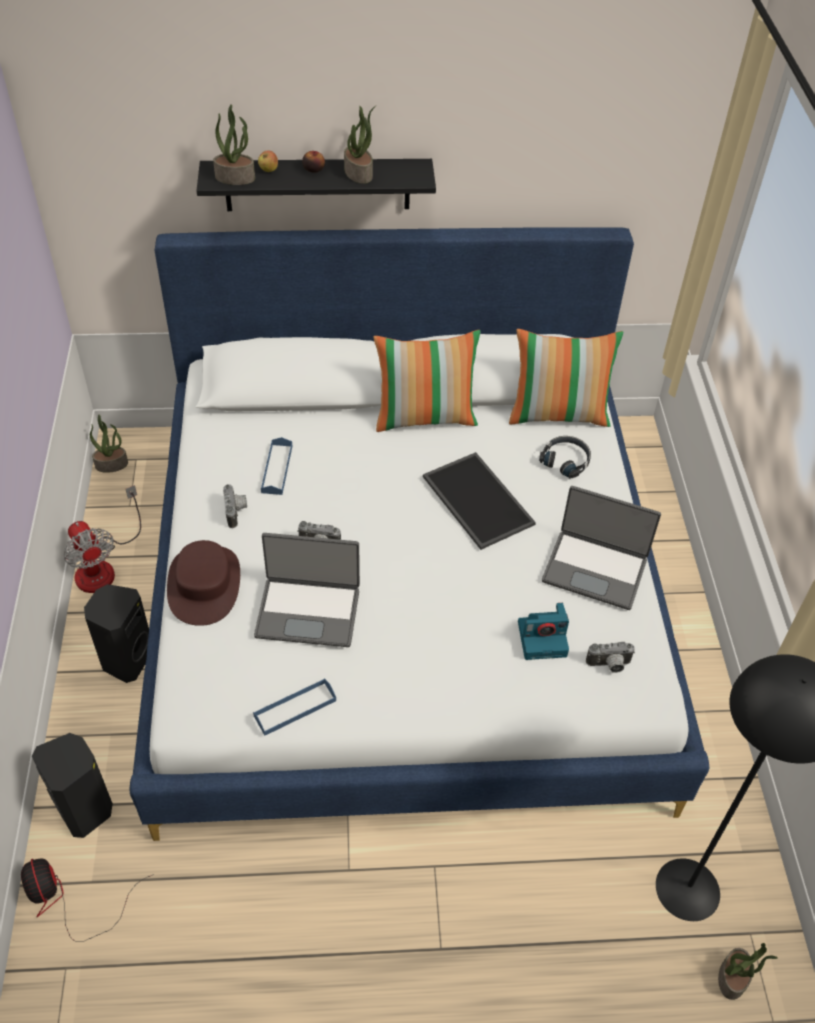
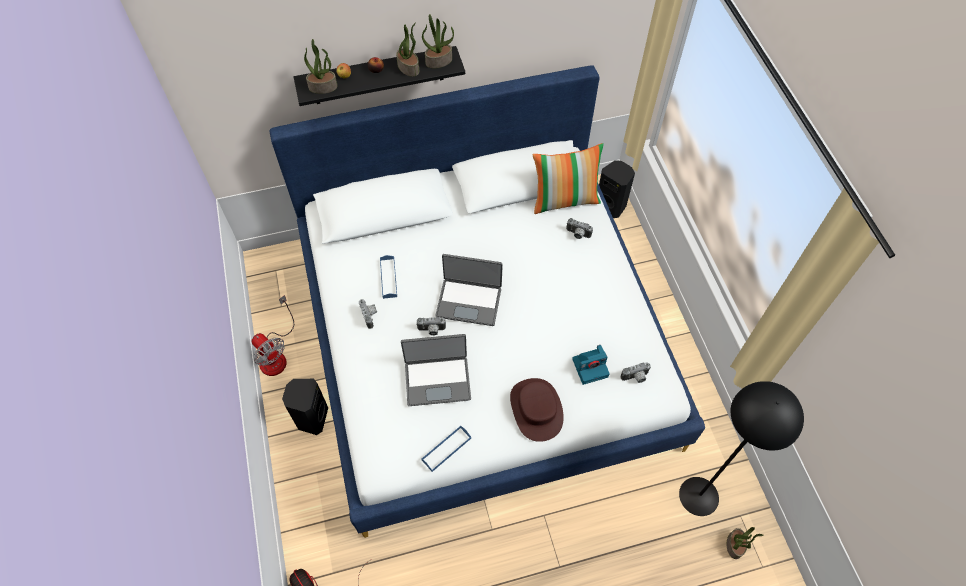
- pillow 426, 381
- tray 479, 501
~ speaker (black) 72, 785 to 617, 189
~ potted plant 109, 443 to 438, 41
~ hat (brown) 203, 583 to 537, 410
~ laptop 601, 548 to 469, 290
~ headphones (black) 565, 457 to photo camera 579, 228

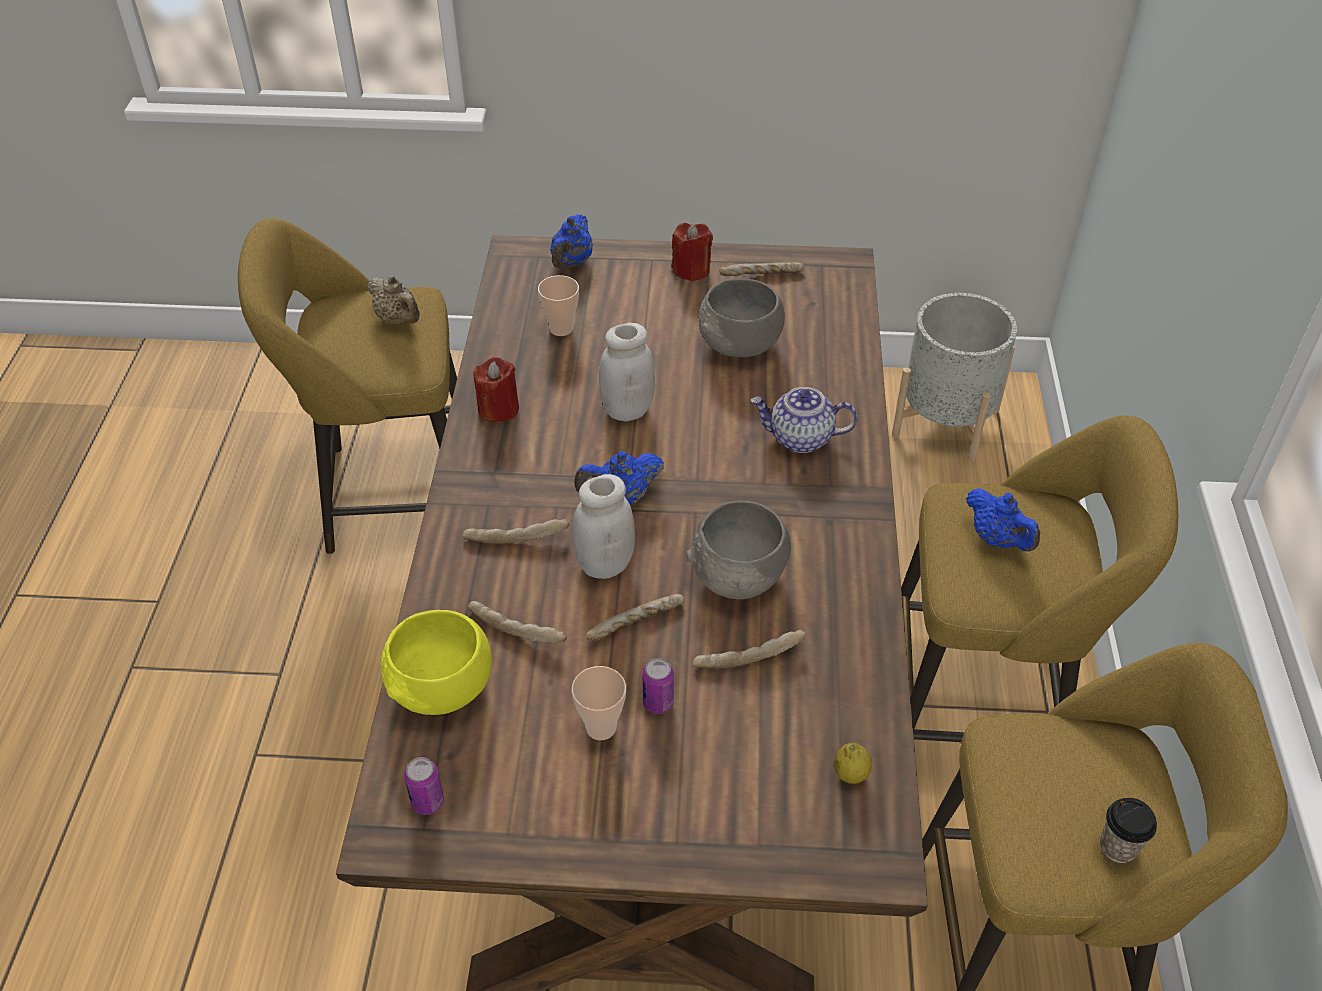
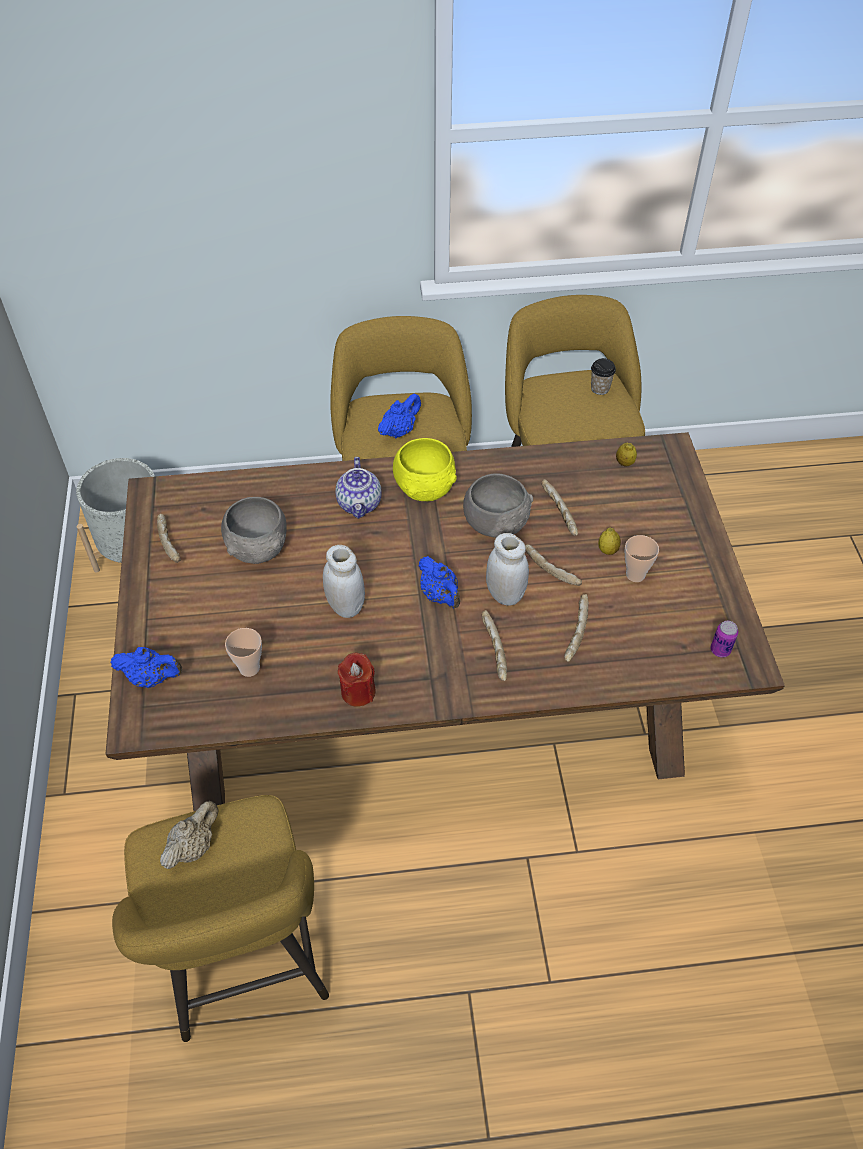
- candle (red) 692, 252
~ bowl (yellow) 436, 662 to 425, 469
~ can 658, 686 to lemon 609, 541

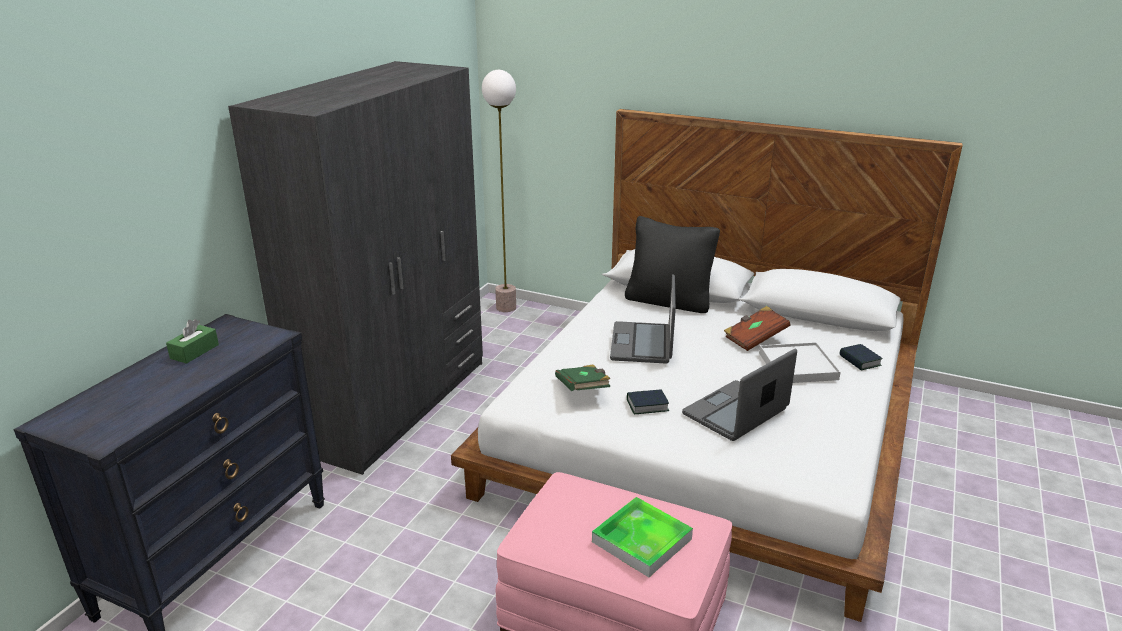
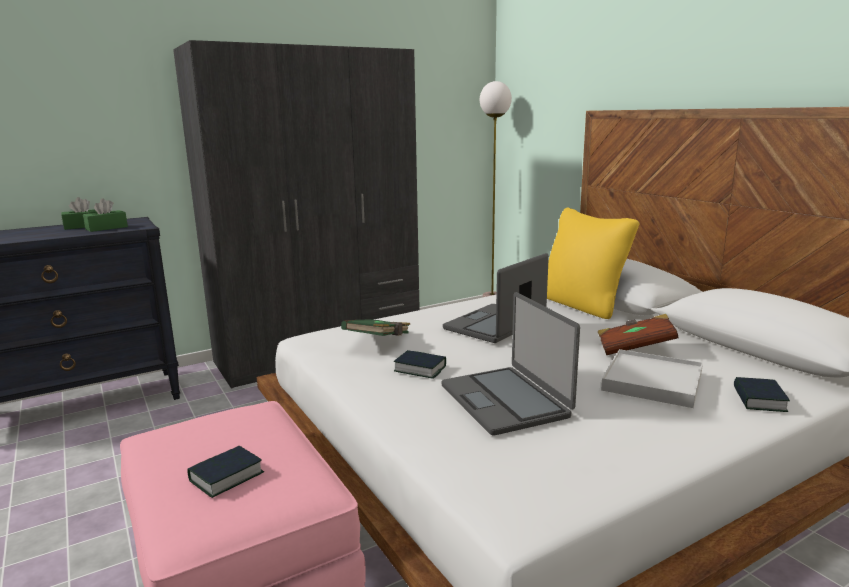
+ tissue box (green) 105, 215
~ tray 642, 537 to book 226, 472
~ pillow (black) 672, 264 to pillow (yellow) 593, 263
~ laptop 739, 394 = 511, 364 105 degrees counterclockwise

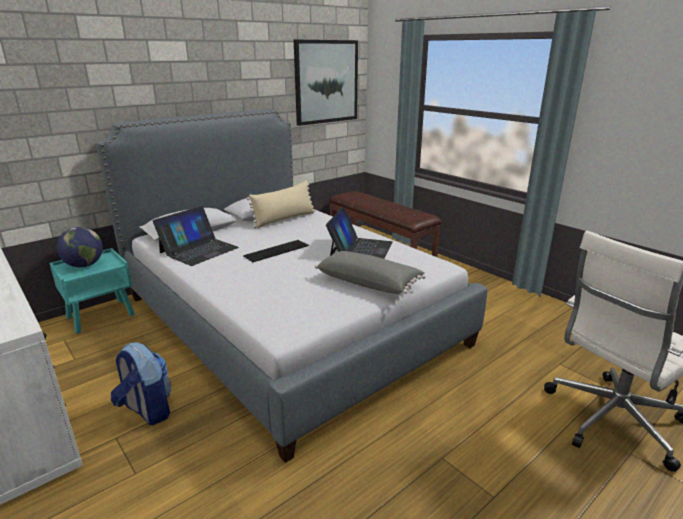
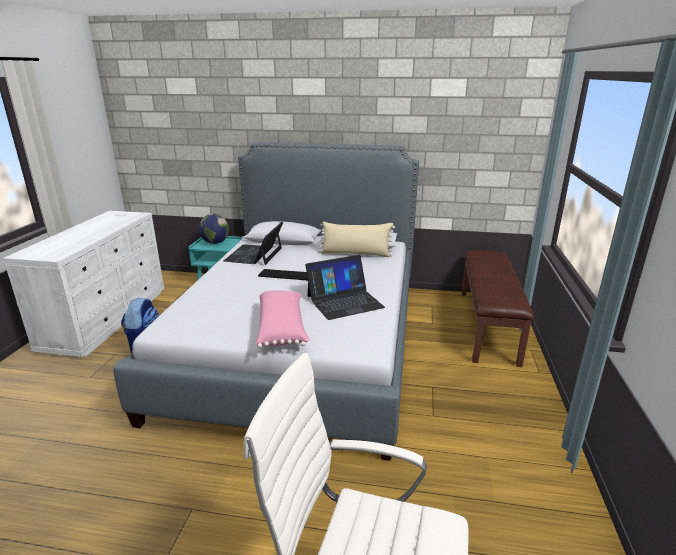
- picture 326, 83
~ pillow (grey) 370, 272 to pillow (pink) 283, 319
~ laptop 196, 236 = 253, 243 105 degrees clockwise

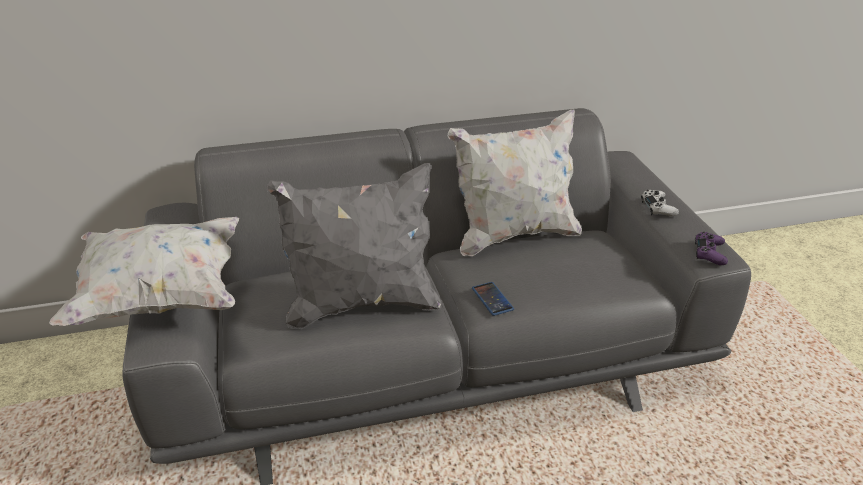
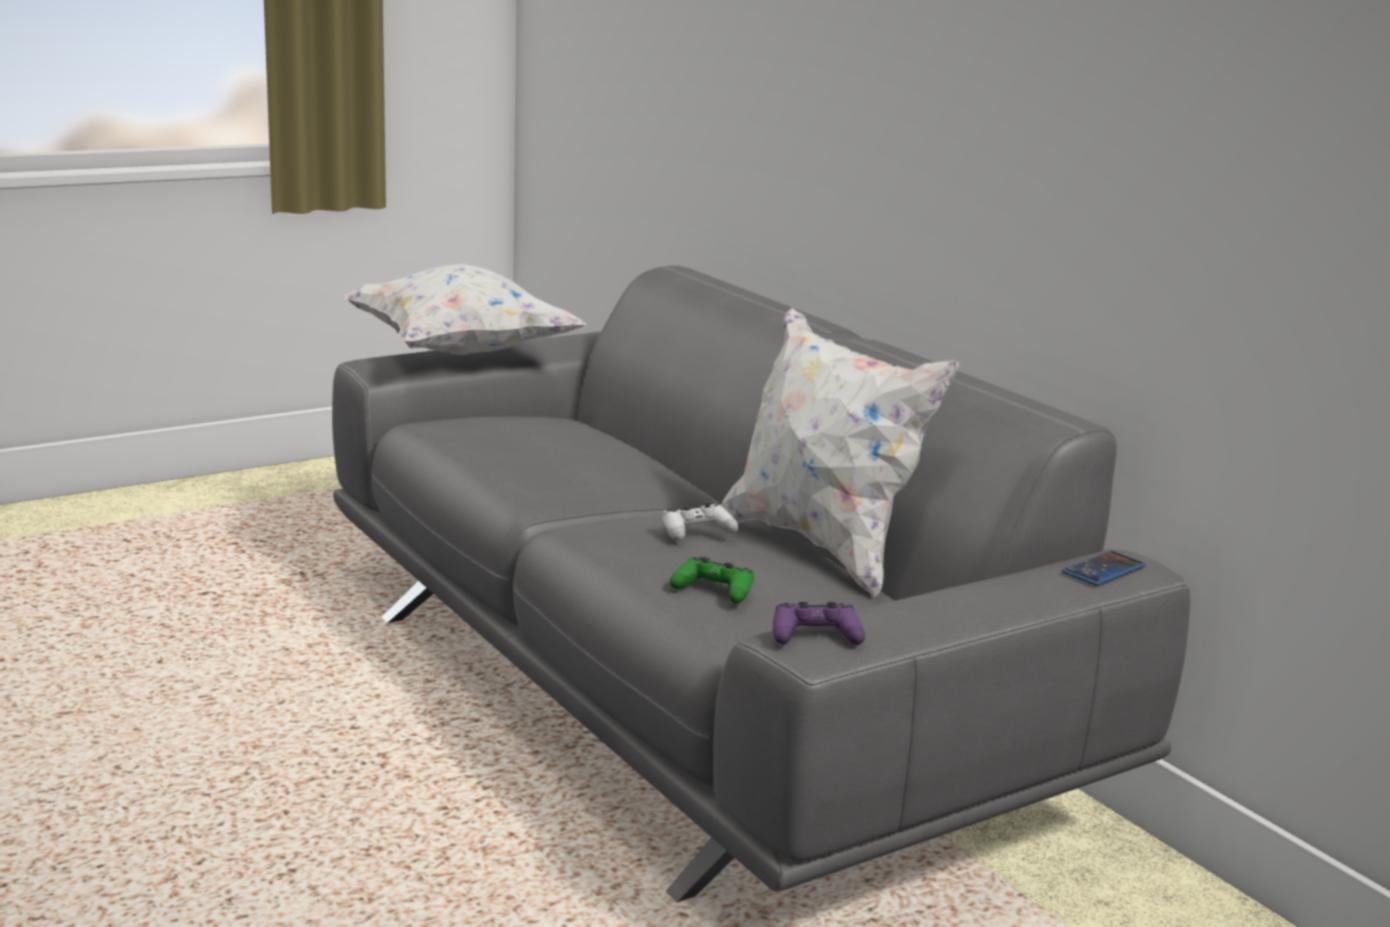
- pillow (grey) 354, 246
+ game controller (green) 712, 580
~ phone 493, 299 to 1104, 568
~ game controller (white) 660, 203 to 700, 521

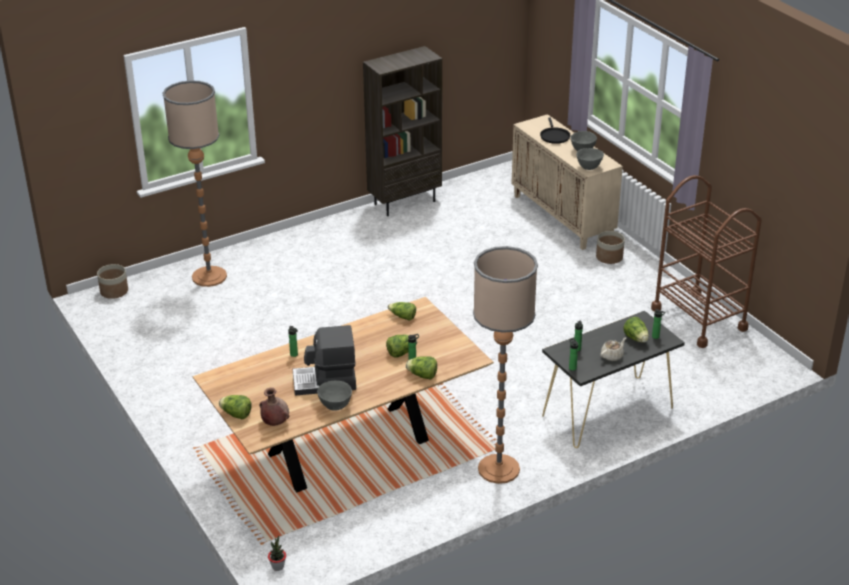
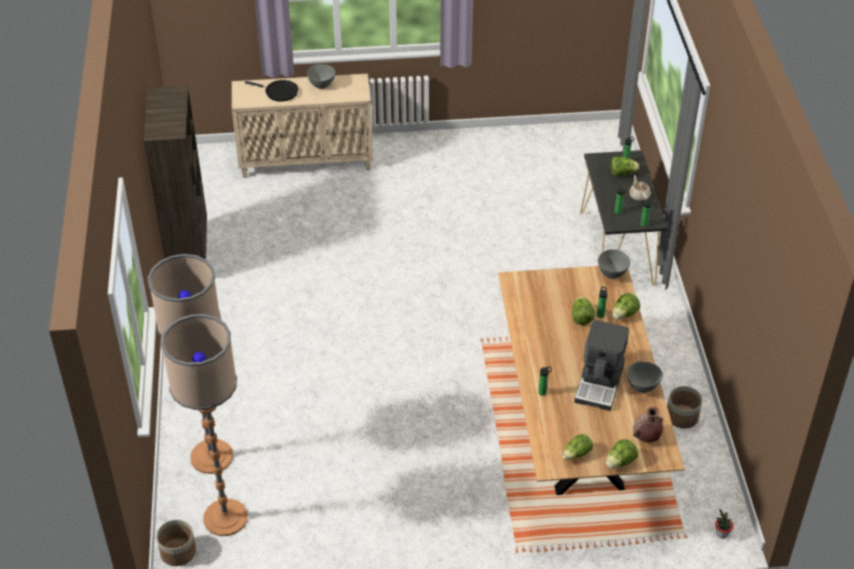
- cart (brown) 706, 261
~ lettuce 401, 311 to 577, 447
~ floor lamp 505, 365 to 204, 425
~ bowl (grey) 590, 159 to 614, 264
~ planter 610, 247 to 684, 407

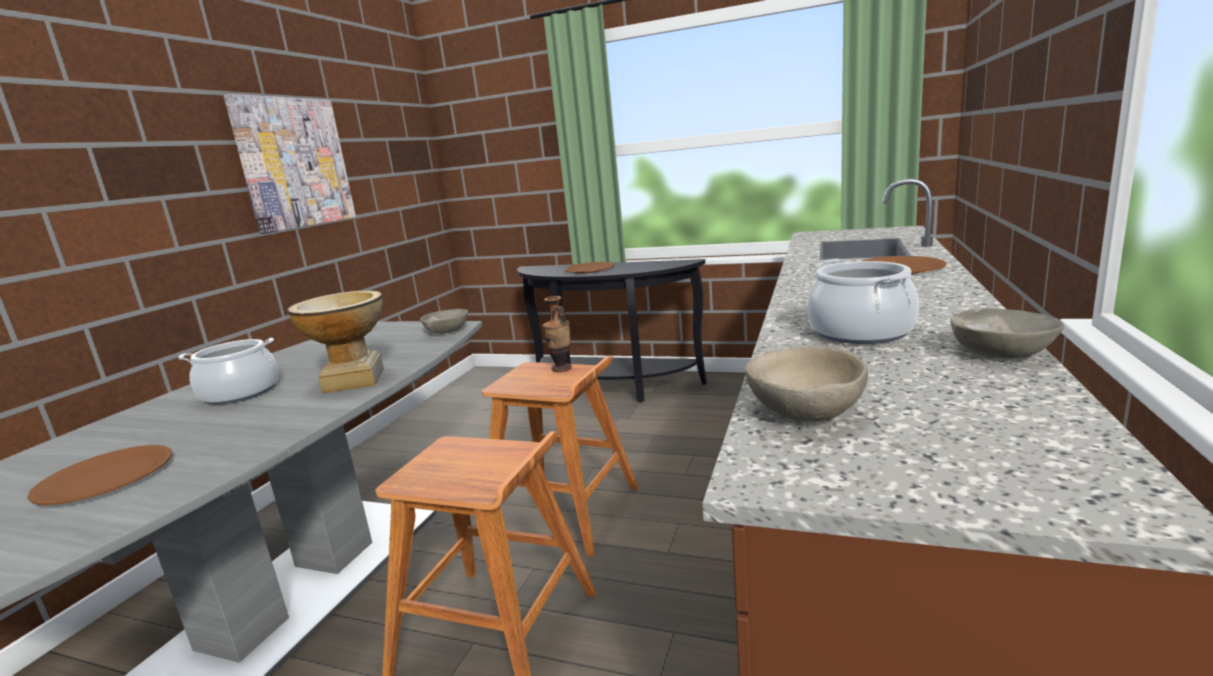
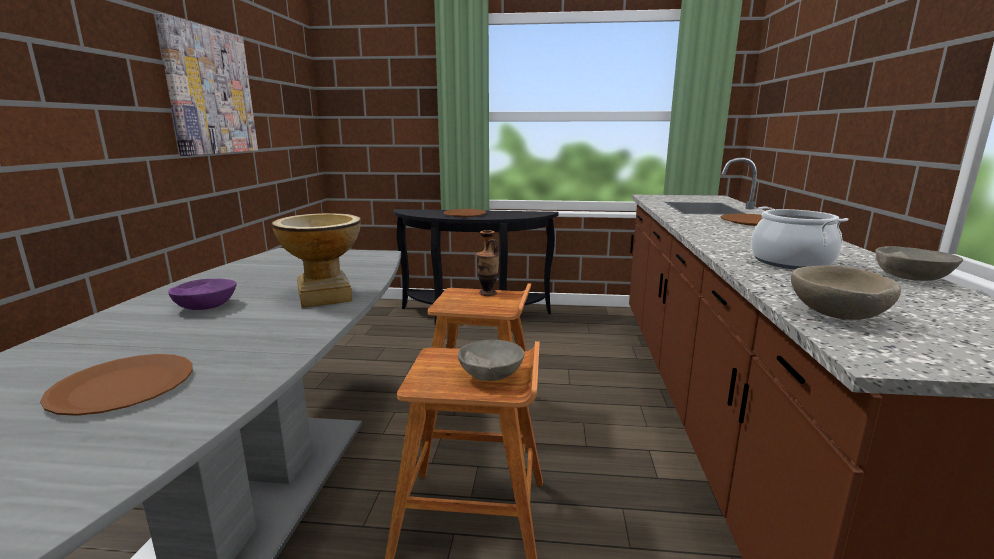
~ bowl (grey) 444, 321 to 491, 360
~ cooking pot 228, 371 to bowl (purple) 202, 294

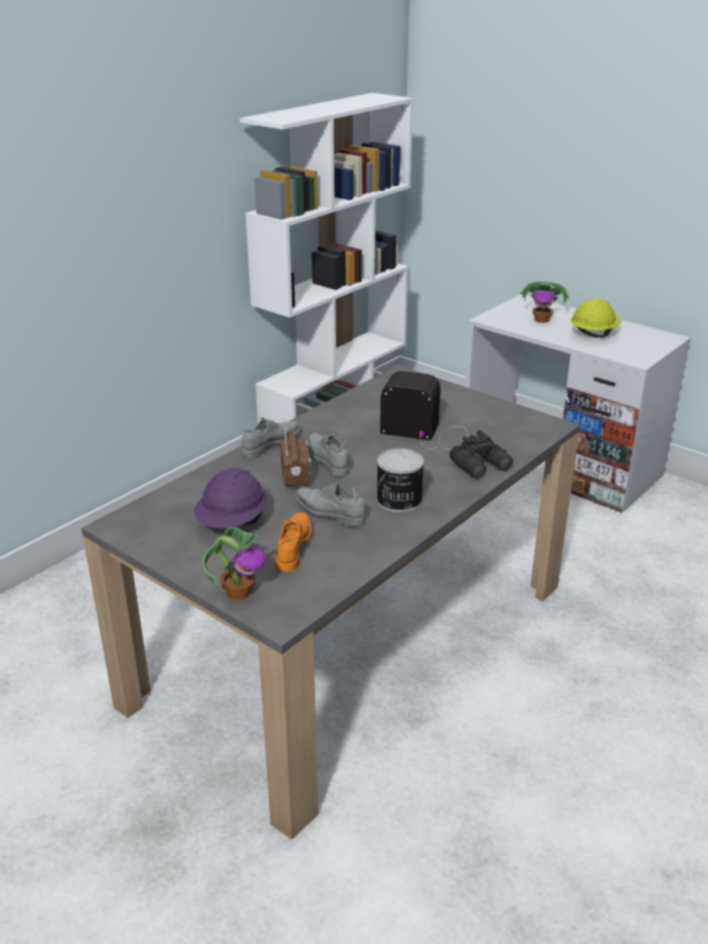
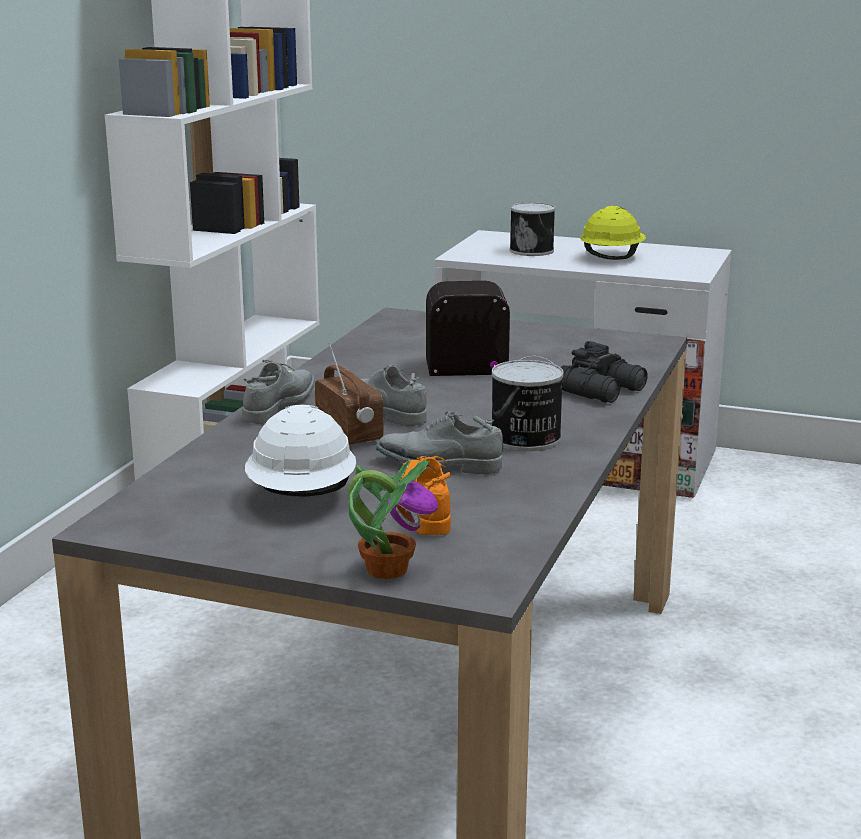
~ potted plant 544, 302 to can 532, 229
~ hard hat (purple) 230, 498 to hard hat (white) 300, 451

